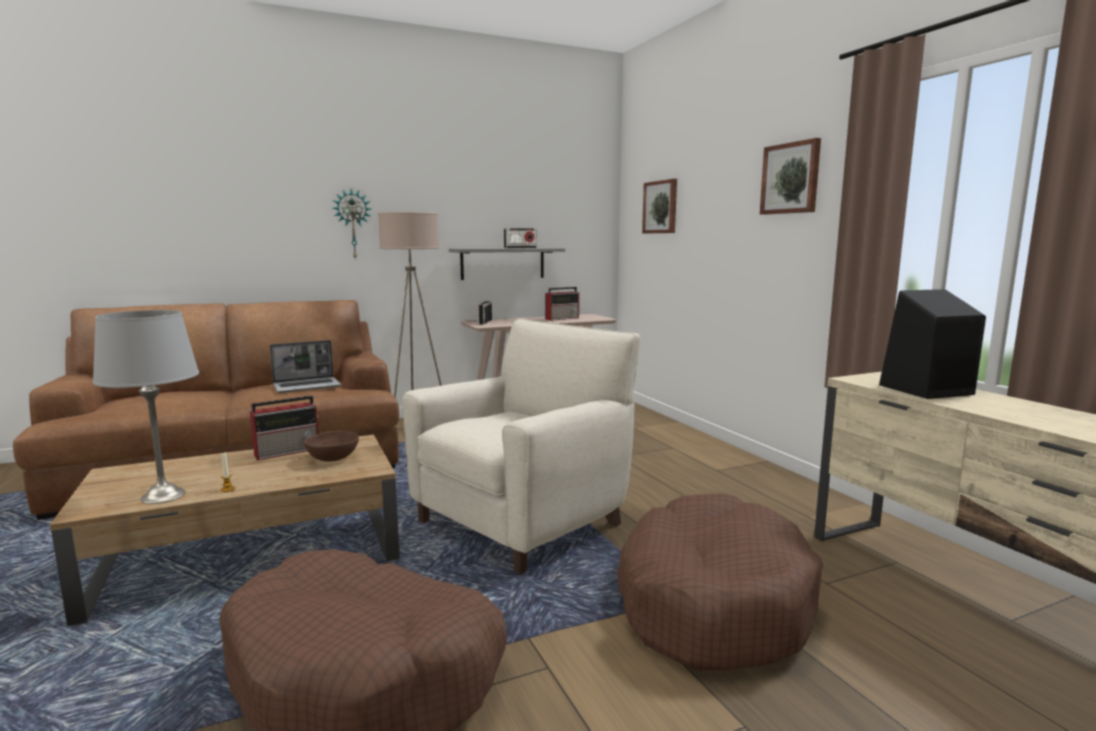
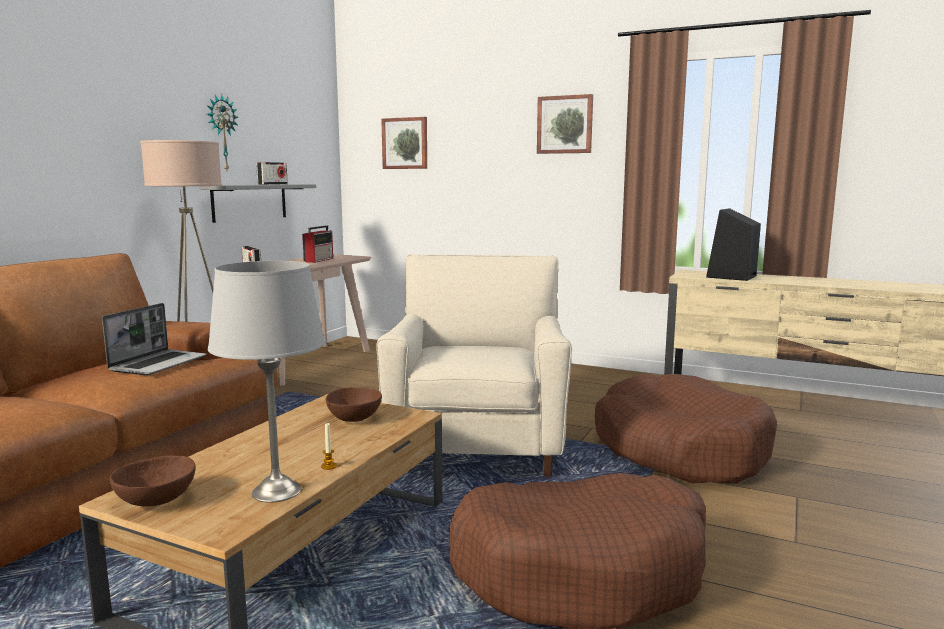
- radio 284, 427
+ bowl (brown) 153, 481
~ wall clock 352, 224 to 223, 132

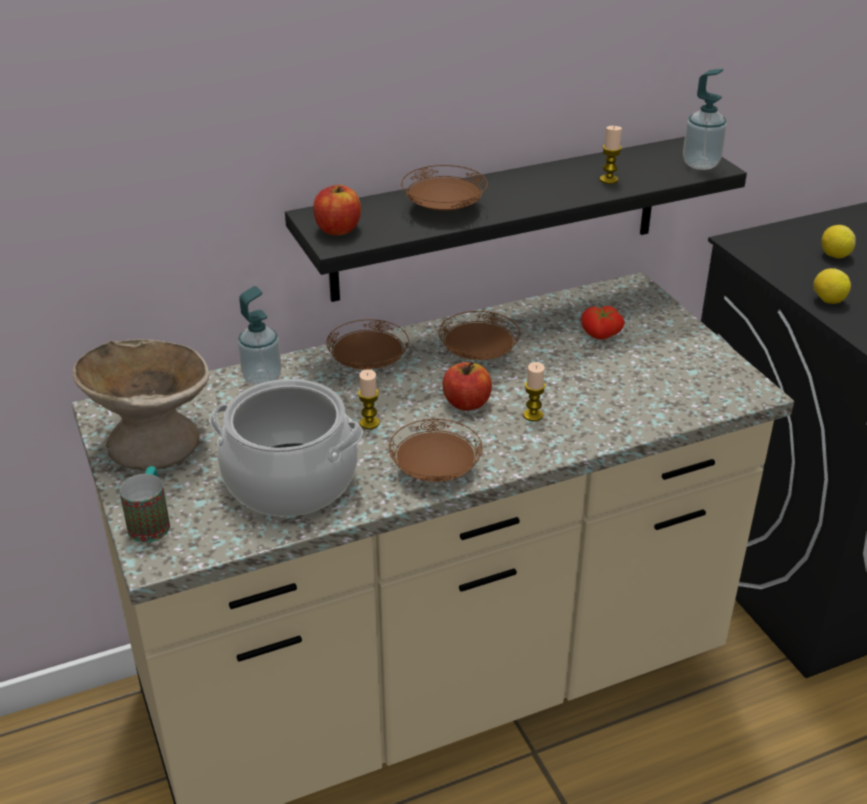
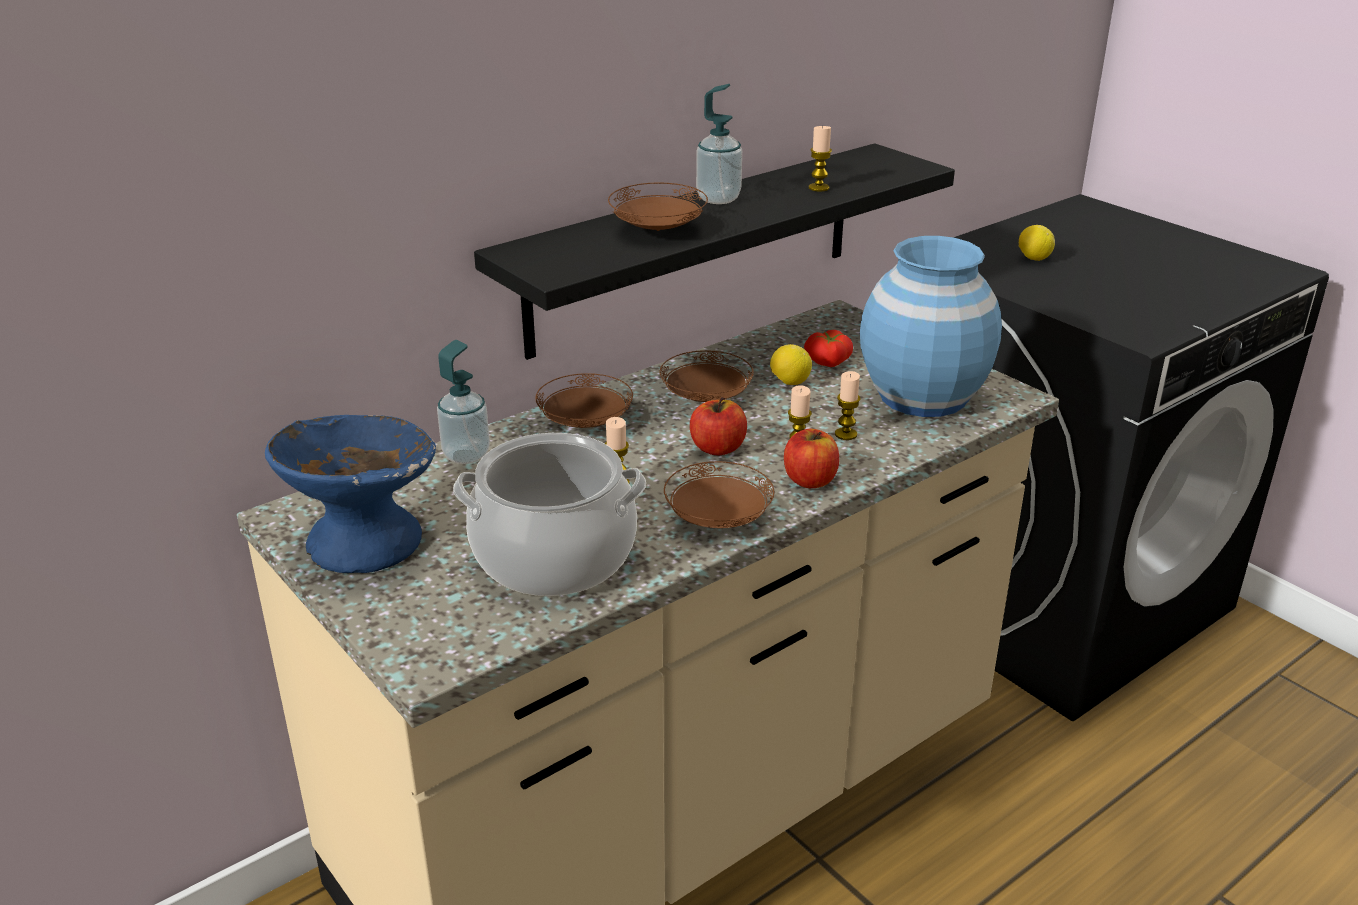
- mug 144, 504
+ candle 847, 405
+ vase (blue) 931, 326
~ apple 337, 210 to 811, 458
~ soap dispenser 705, 119 to 719, 144
~ lemon 832, 286 to 791, 364
~ bowl (beige) 141, 405 to bowl (blue) 350, 494

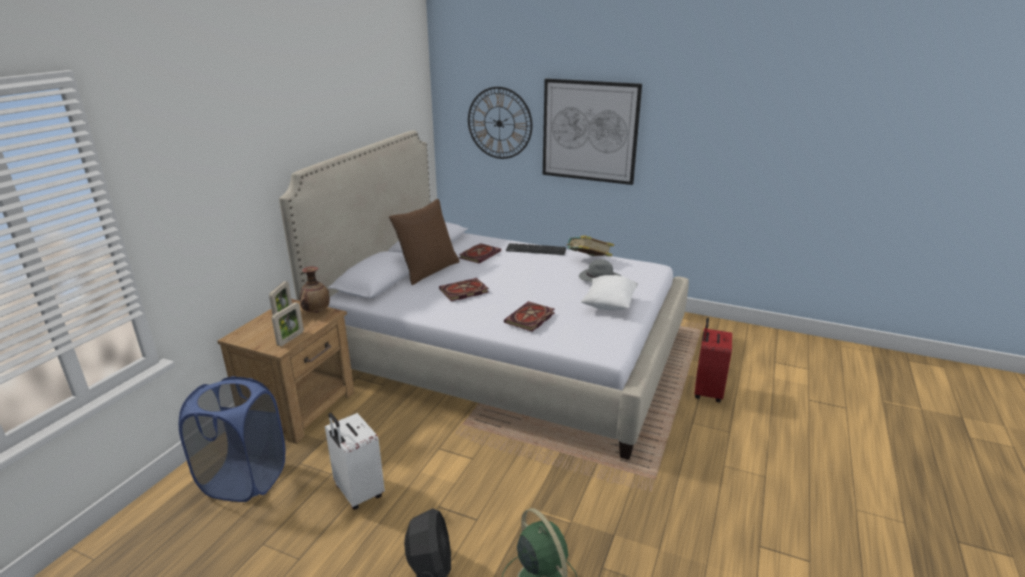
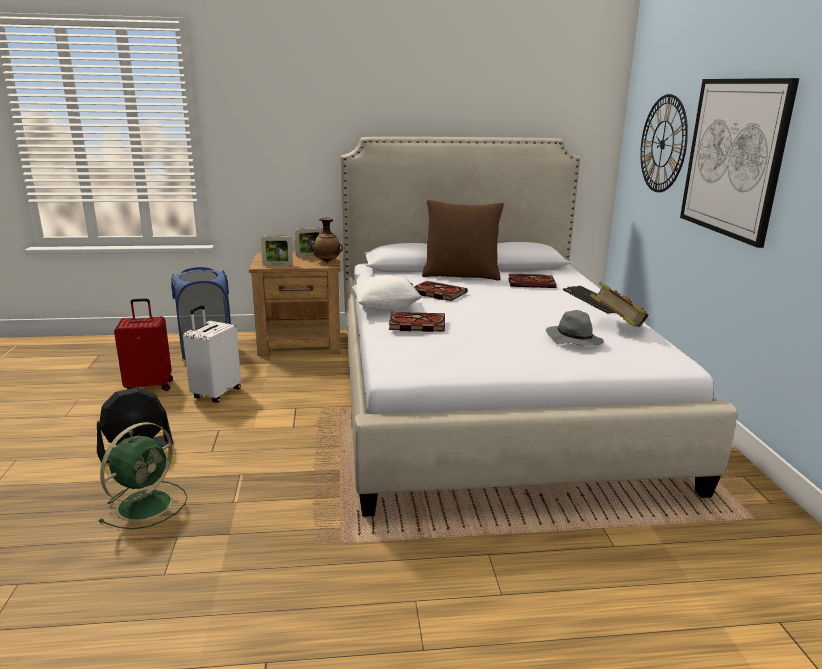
~ pillow (white) 609, 292 to 386, 293
~ suitcase (red) 713, 360 to 143, 344

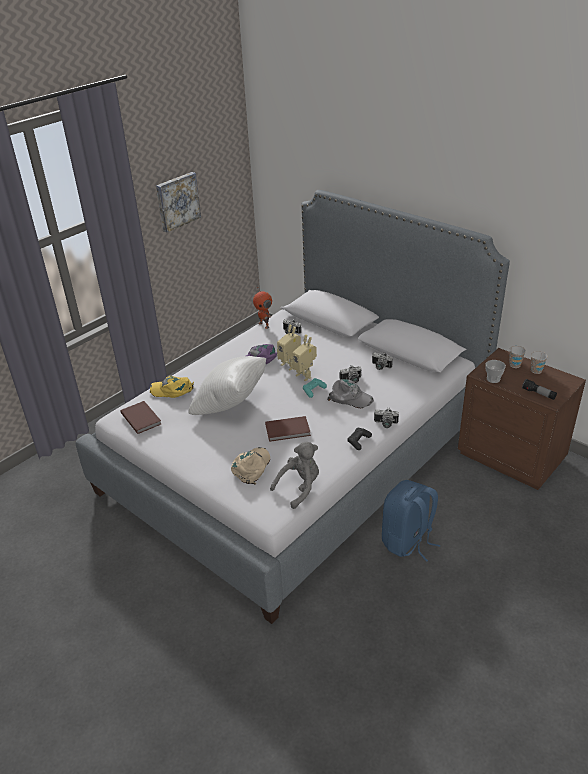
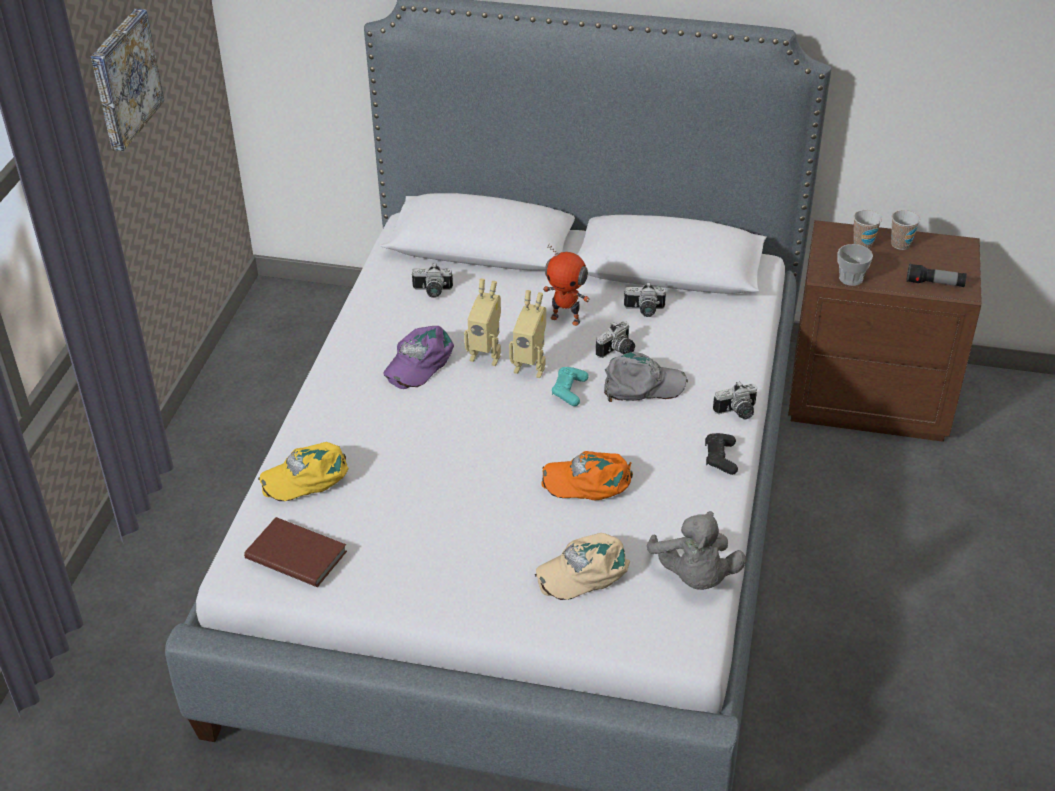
- pillow (white) 227, 385
- backpack (blue) 411, 521
~ toy robot 262, 308 to 566, 284
~ book (brown) 288, 429 to cap (orange) 587, 475
~ cap (beige) 250, 465 = 582, 566 105 degrees counterclockwise
~ plush toy (grey) 294, 475 = 696, 550 150 degrees clockwise

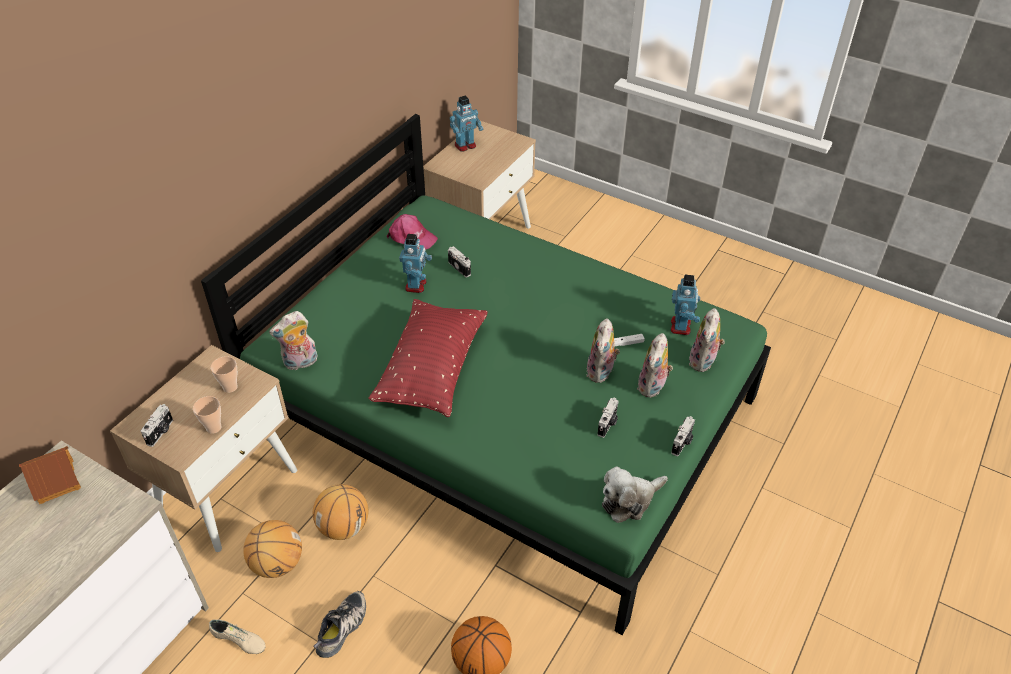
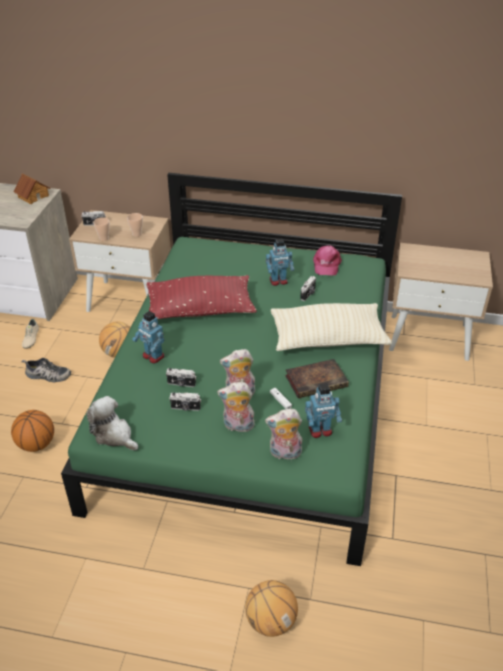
- plush toy 293, 341
+ pillow (beige) 331, 327
+ book 317, 378
~ basketball 272, 549 to 271, 608
~ toy robot 466, 123 to 148, 337
~ photo camera 683, 436 to 181, 377

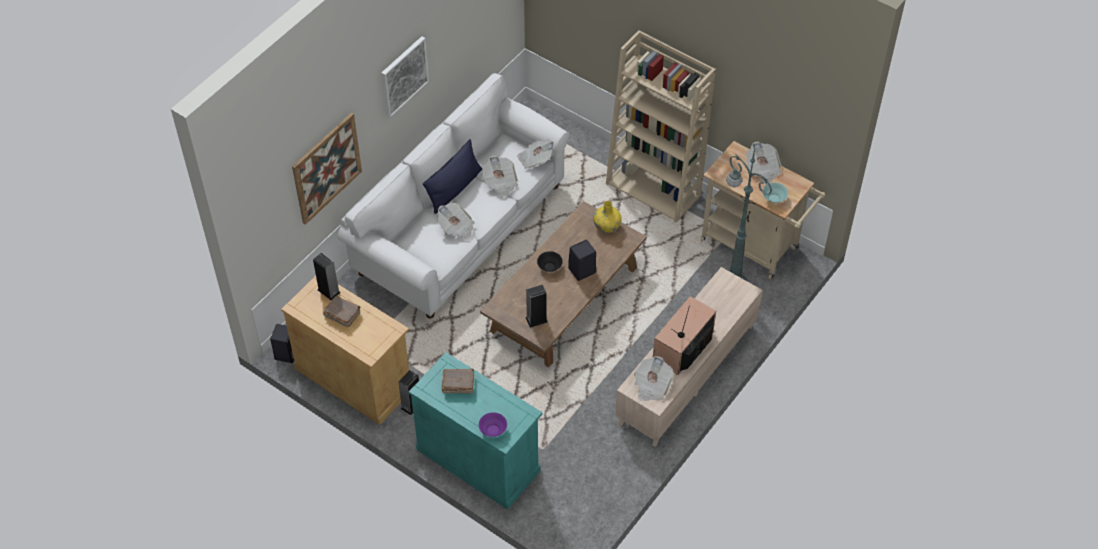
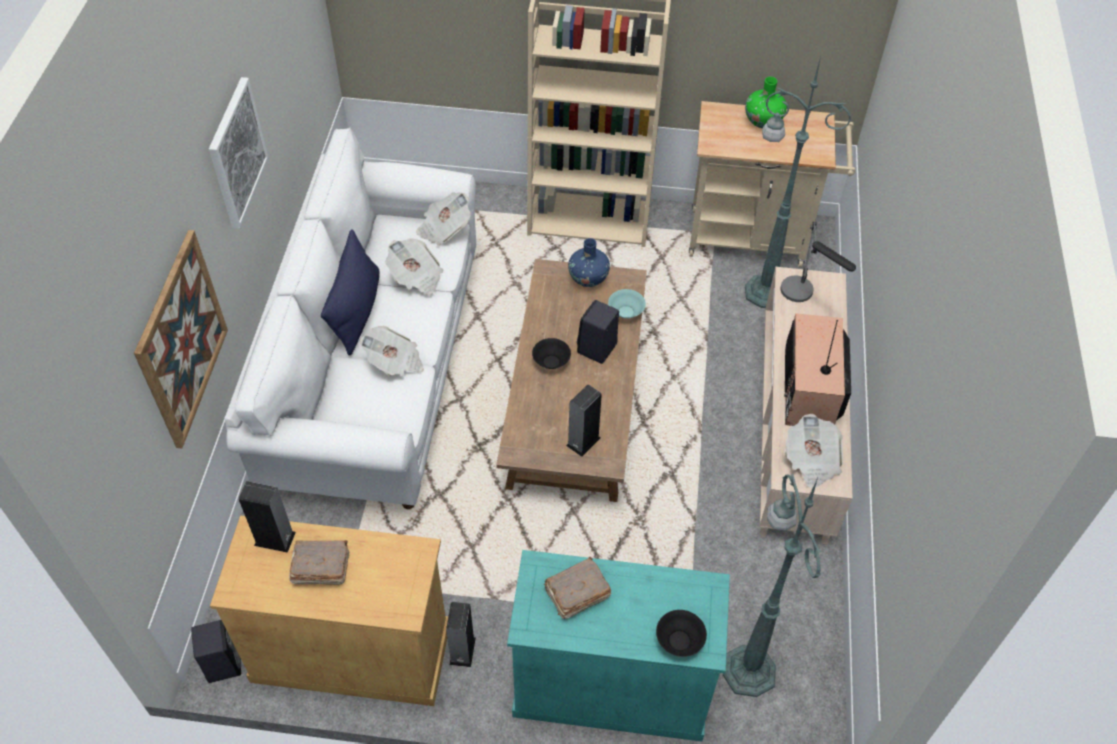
+ floor lamp (green) 772, 585
+ table lamp 818, 262
~ bowl (turquoise) 775, 193 to 627, 303
~ newspaper 764, 163 to vase (green) 766, 102
~ bowl (purple) 493, 424 to bowl (black) 681, 633
~ vase (yellow) 607, 217 to vase (blue) 589, 262

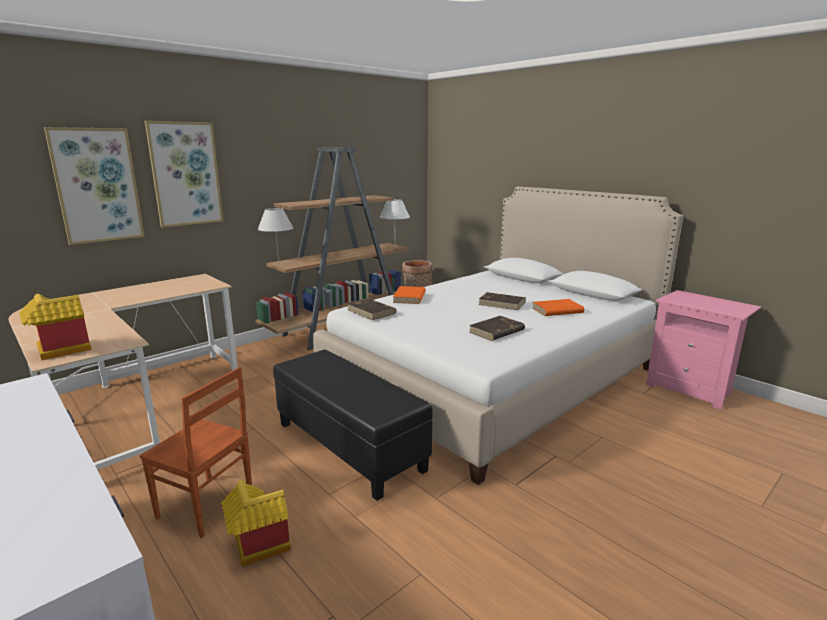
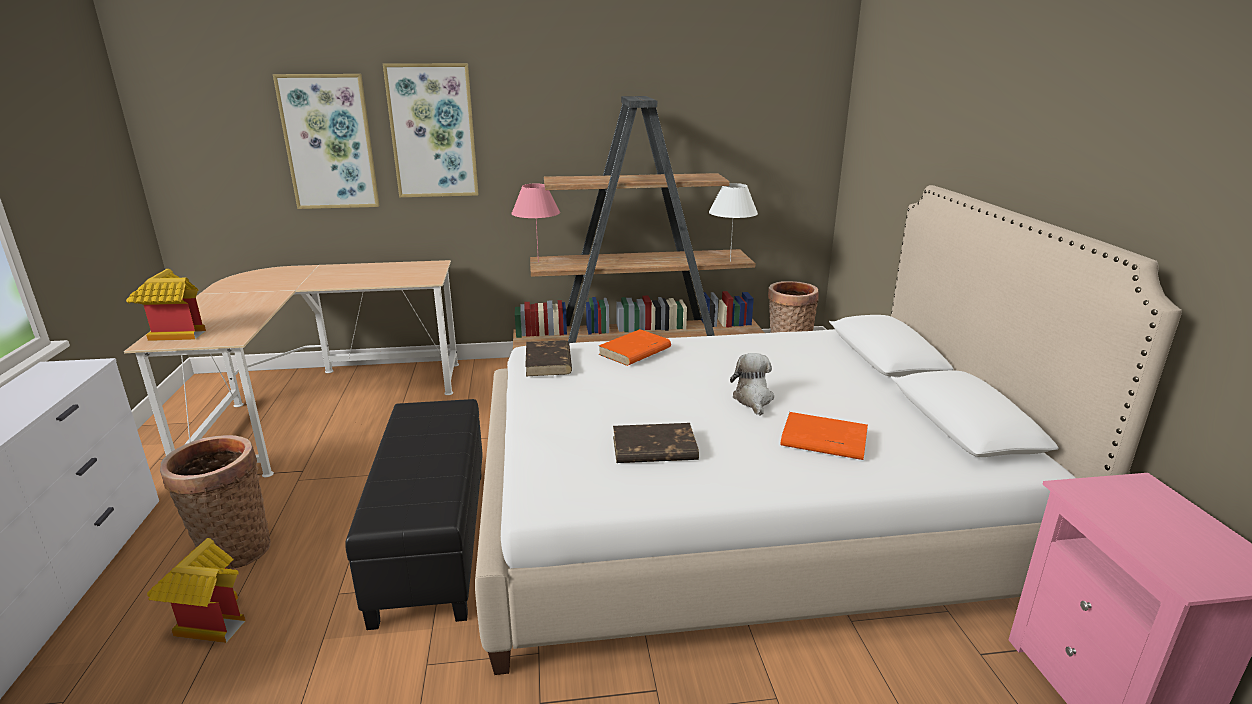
~ chair (brown) 196, 452 to basket 215, 502
~ book (brown) 502, 301 to plush toy 752, 384
~ table lamp (white) 275, 235 to table lamp (pink) 535, 223

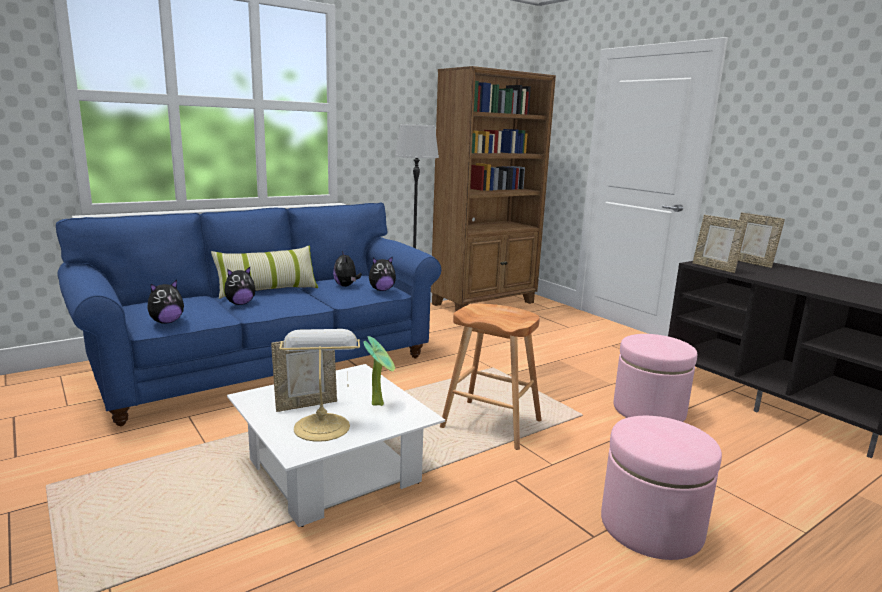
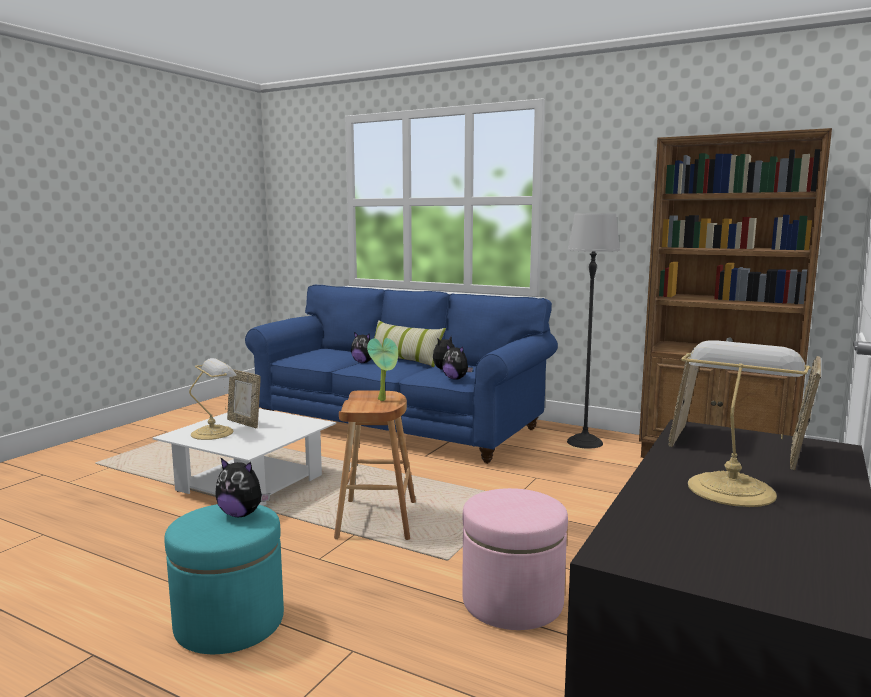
+ table lamp 746, 423
~ plush toy 165, 302 to 242, 487
~ potted plant 379, 371 to 382, 369
~ ottoman (pink) 661, 488 to ottoman (turquoise) 224, 579

